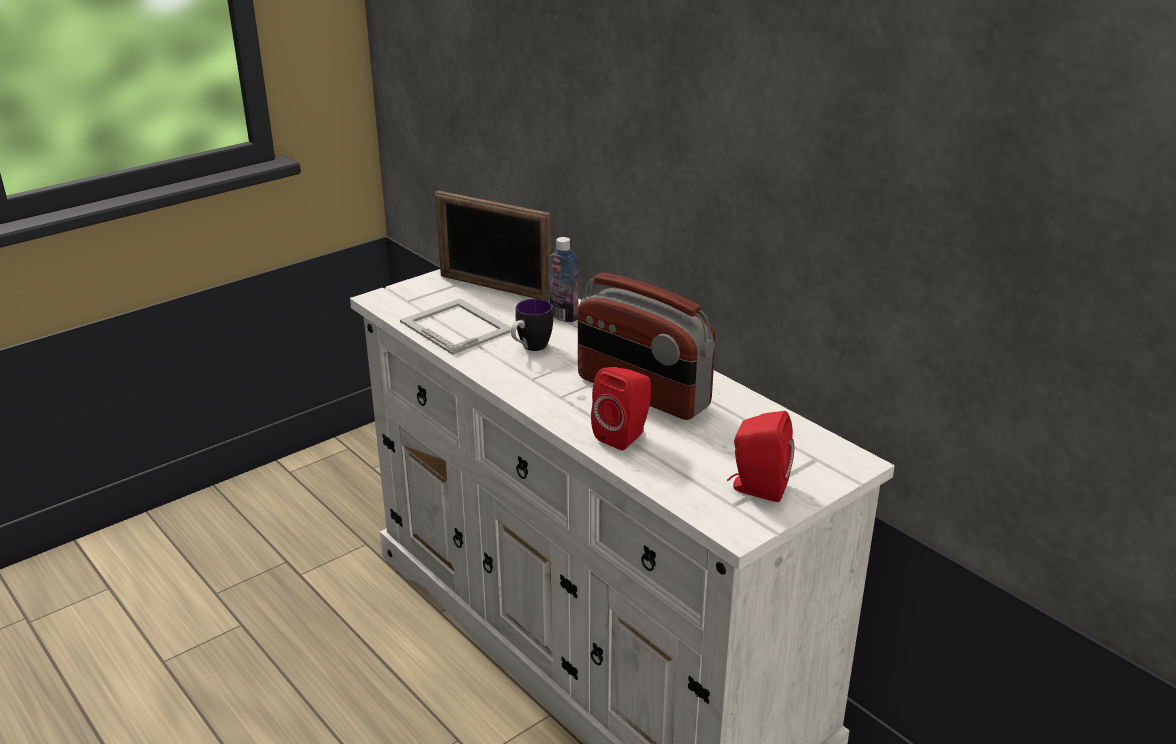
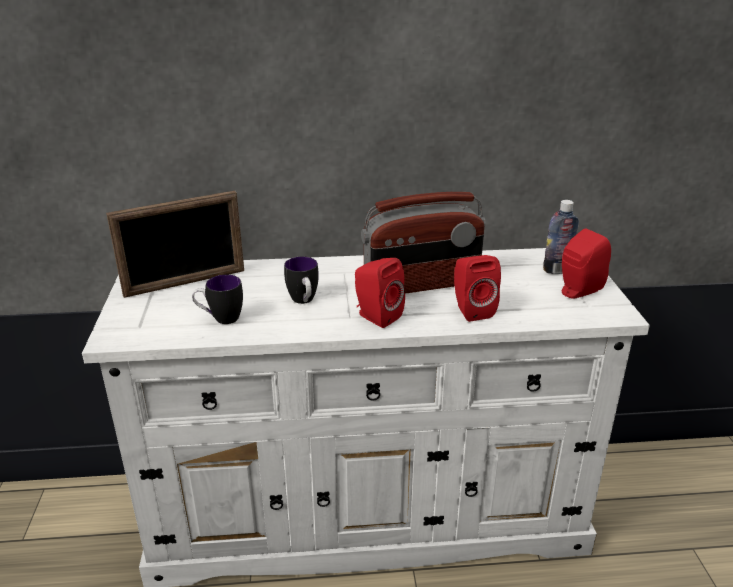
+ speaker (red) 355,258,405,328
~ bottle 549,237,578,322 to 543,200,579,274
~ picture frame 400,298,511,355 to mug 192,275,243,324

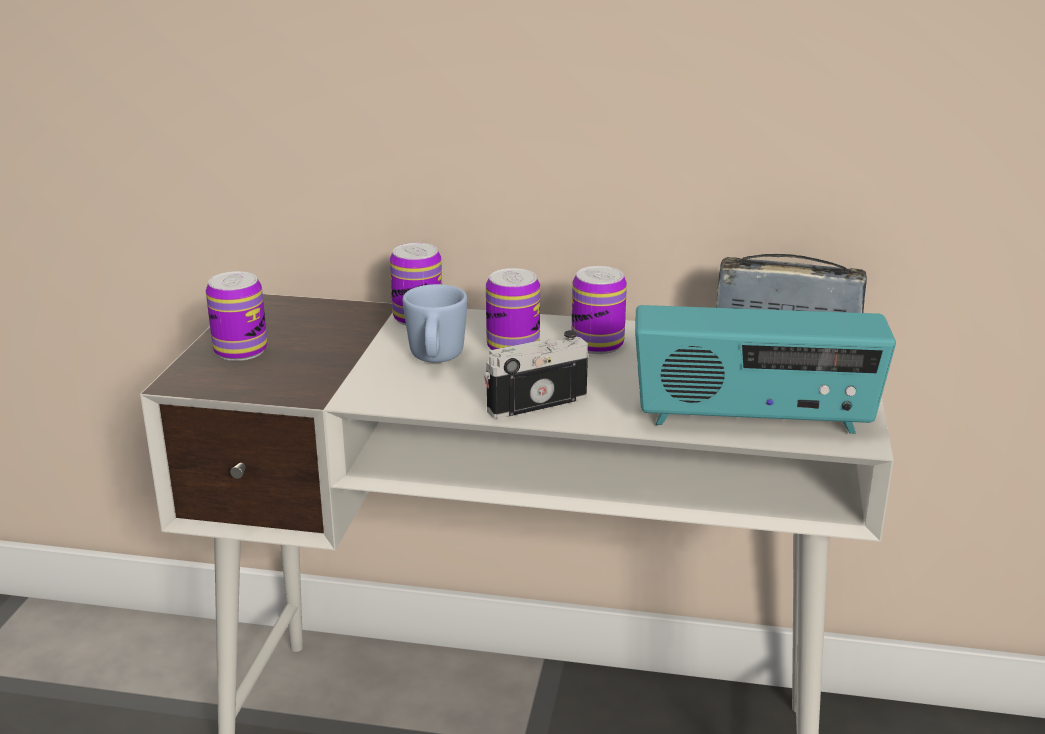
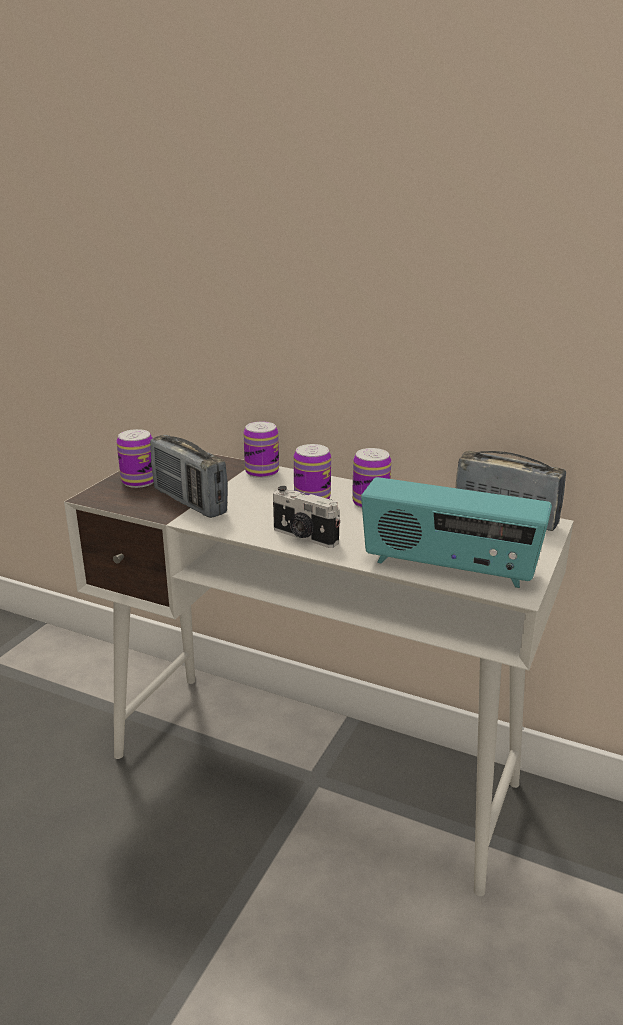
- mug (blue) 403,284,468,363
+ radio 150,435,228,518
~ photo camera 484,330,589,419 = 273,486,340,548 135 degrees counterclockwise

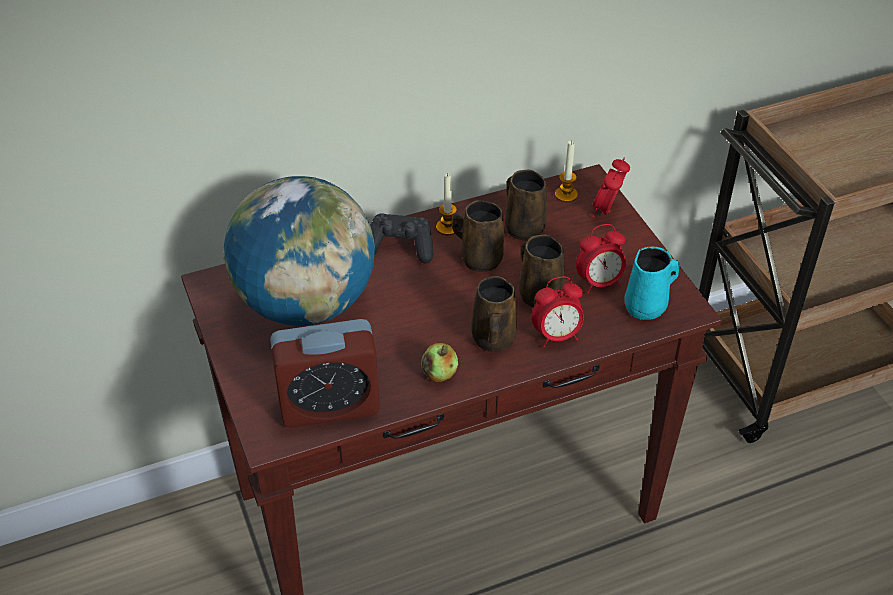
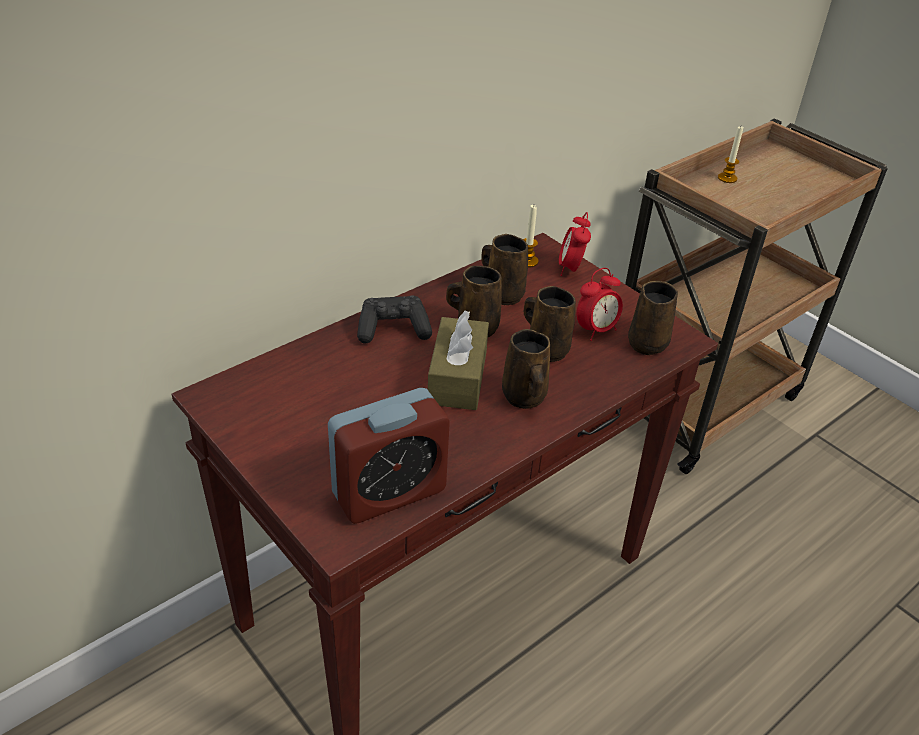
- globe 223,176,375,326
- apple 421,343,458,382
- alarm clock 531,276,584,347
+ tissue box (brown) 428,310,489,410
~ candle 436,173,457,235 to 718,126,744,183
~ mug (turquoise) 624,246,680,320 to mug (brown) 628,281,678,355

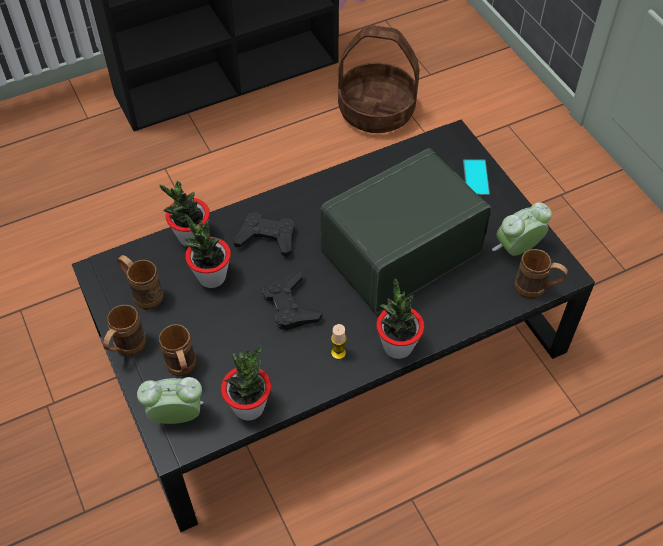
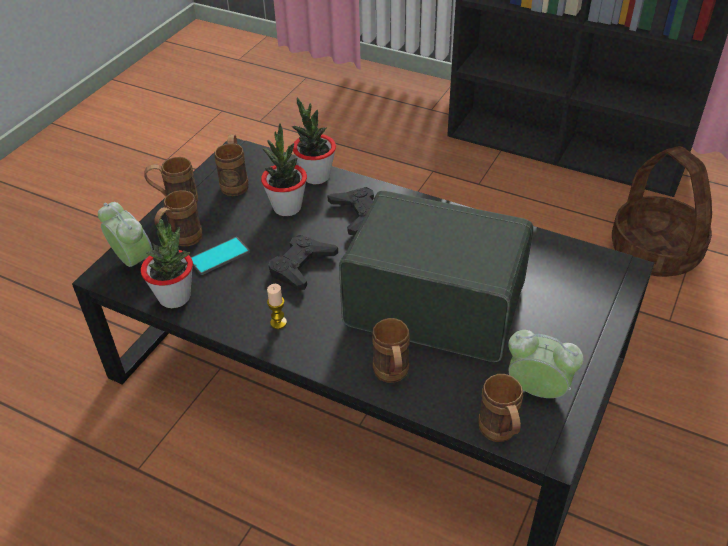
- potted plant 376,278,424,359
+ mug (brown) 372,318,410,383
~ phone 463,159,490,196 to 191,237,250,275

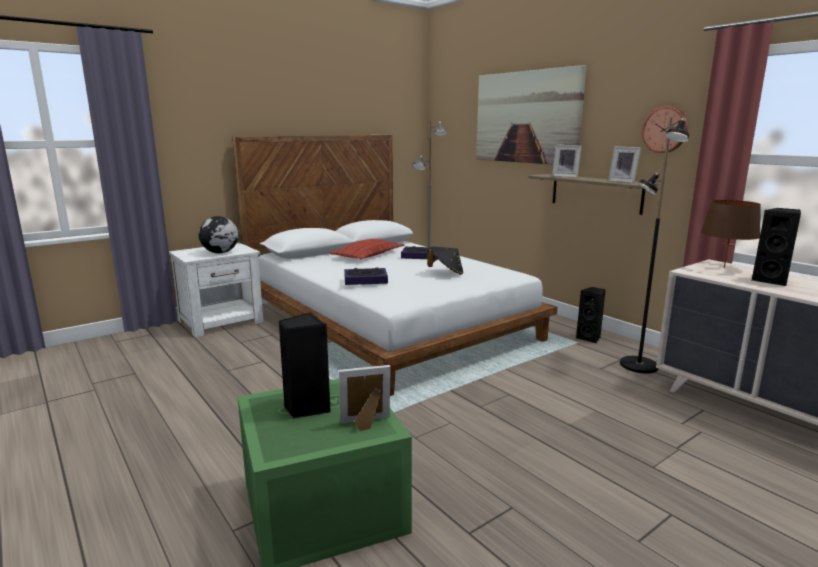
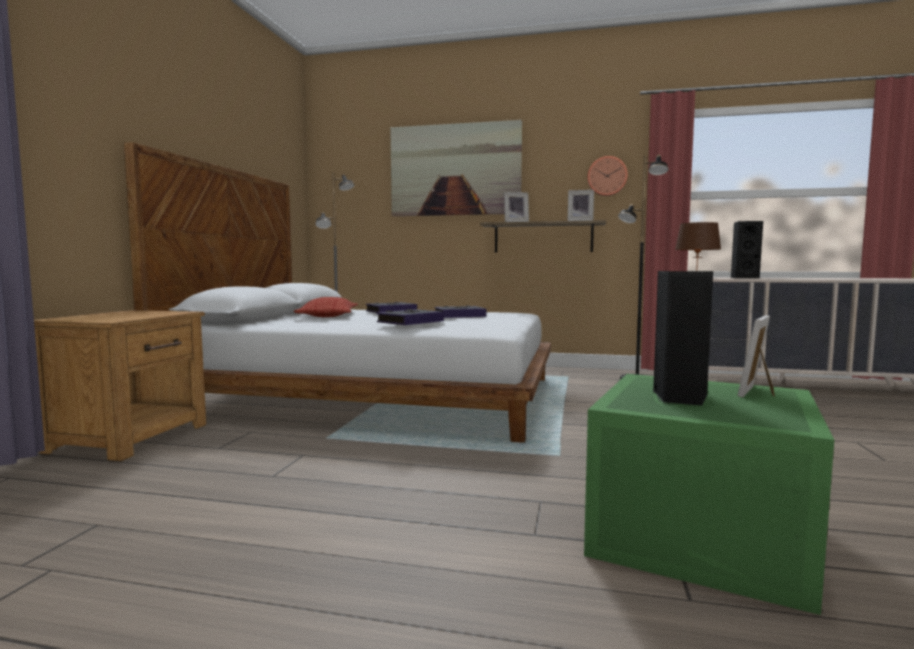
- globe 199,216,238,253
- speaker (black) 576,287,606,343
~ hat (black) 427,247,463,275 to book 434,306,487,318
~ nightstand (white) 169,242,264,338 to nightstand (brown) 34,310,206,461

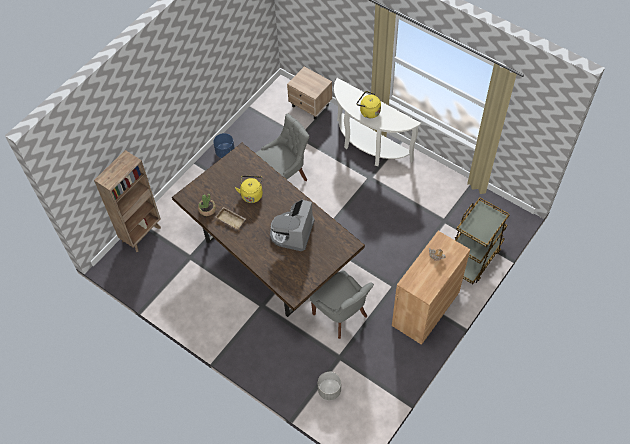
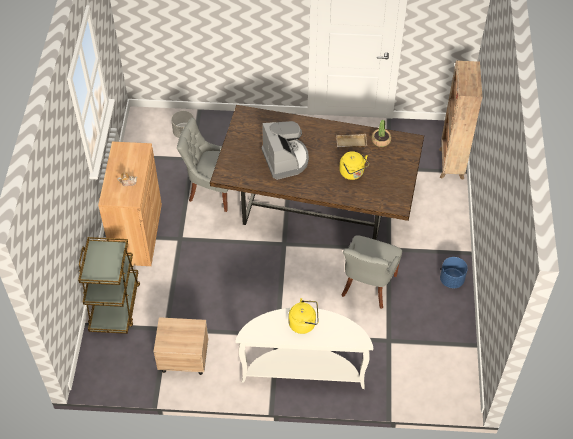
~ nightstand (beige) 287,66,332,120 to 153,317,208,375

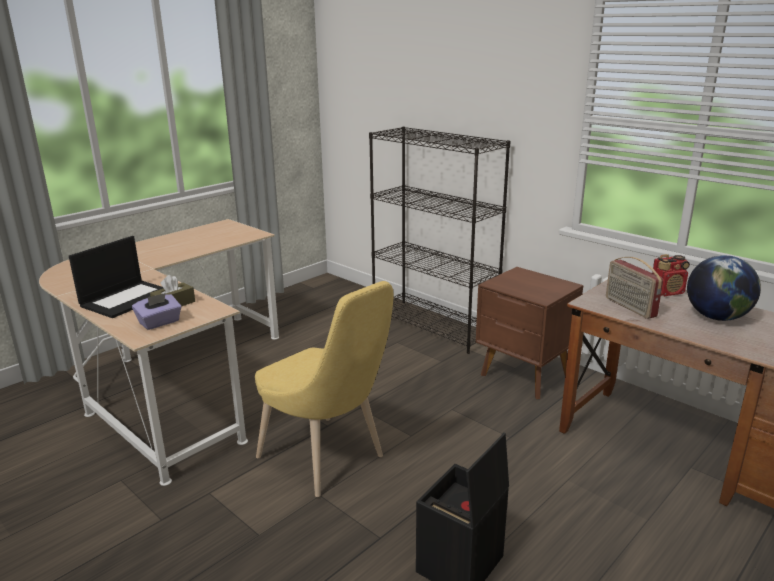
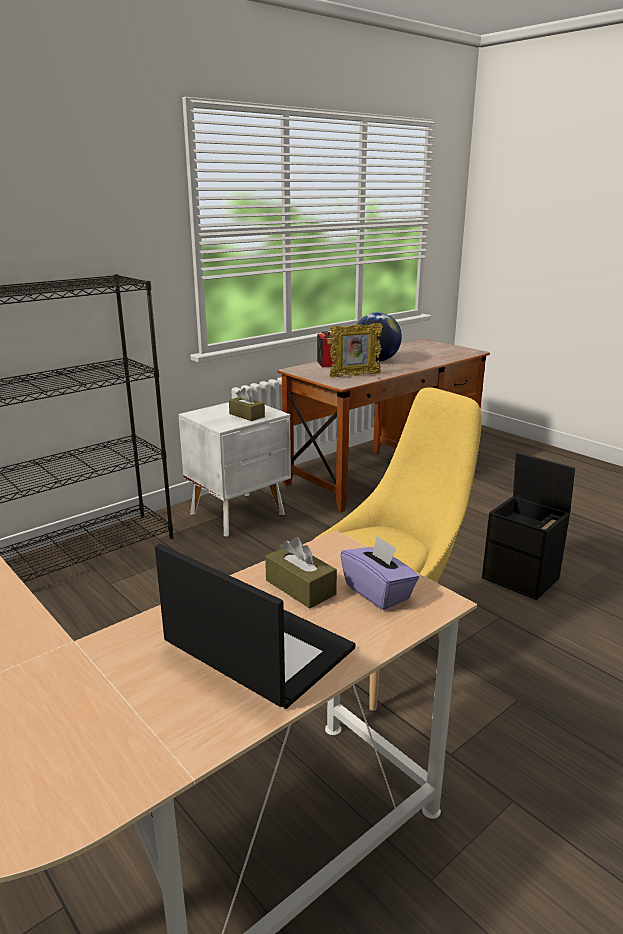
+ tissue box (brown) 229,388,265,421
~ radio 606,257,663,319 to picture frame 329,323,383,378
~ nightstand (brown) 476,267,583,399 to nightstand (white) 179,402,291,536

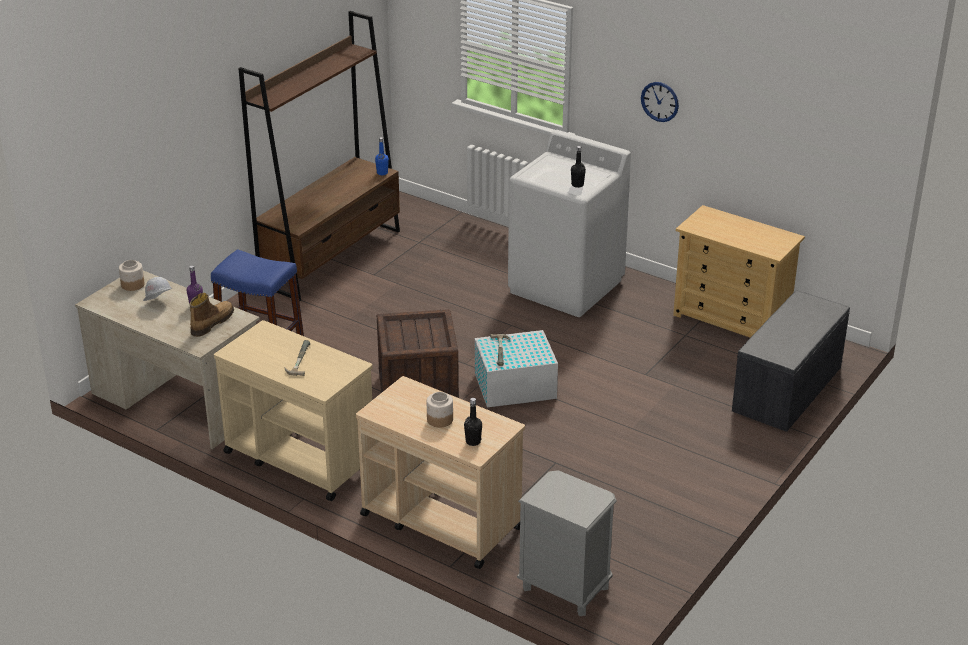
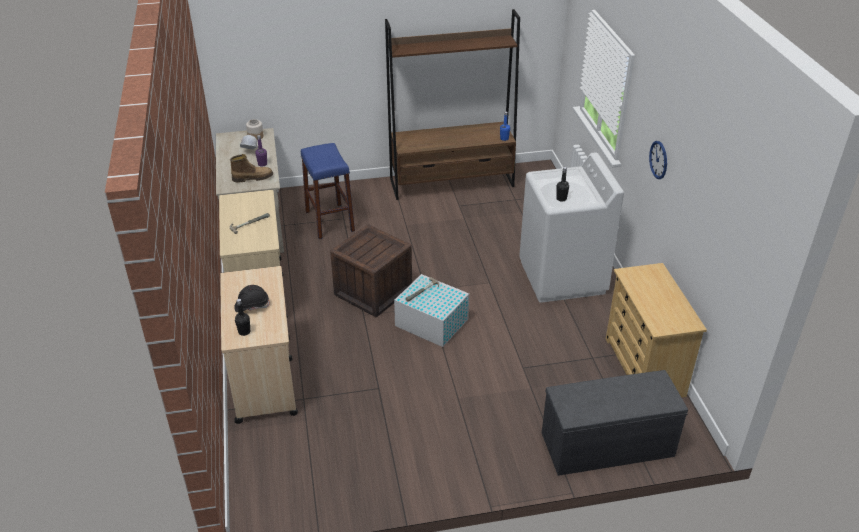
- nightstand (grey) 517,470,617,616
~ jar 427,392,453,428 to hard hat (black) 234,285,270,312

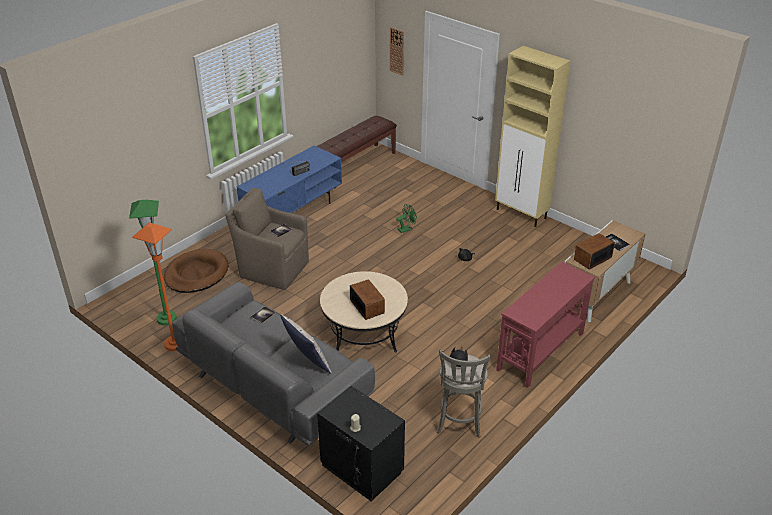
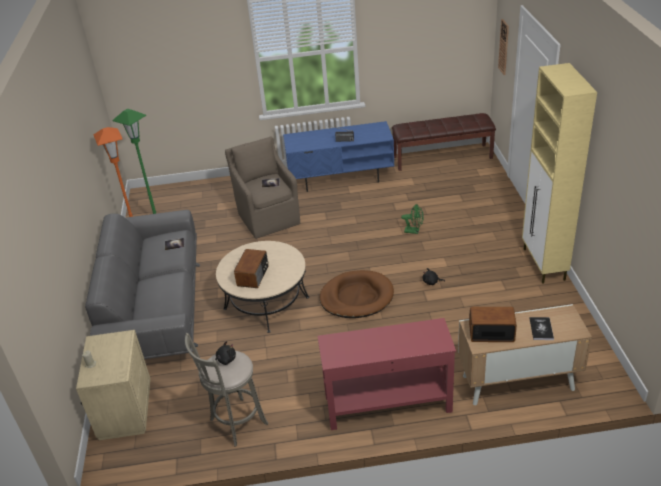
- pillow 280,314,332,374
~ dog bed (brown) 164,249,228,293 to 320,270,394,318
~ nightstand (black) 317,386,405,501 to nightstand (beige) 76,330,151,440

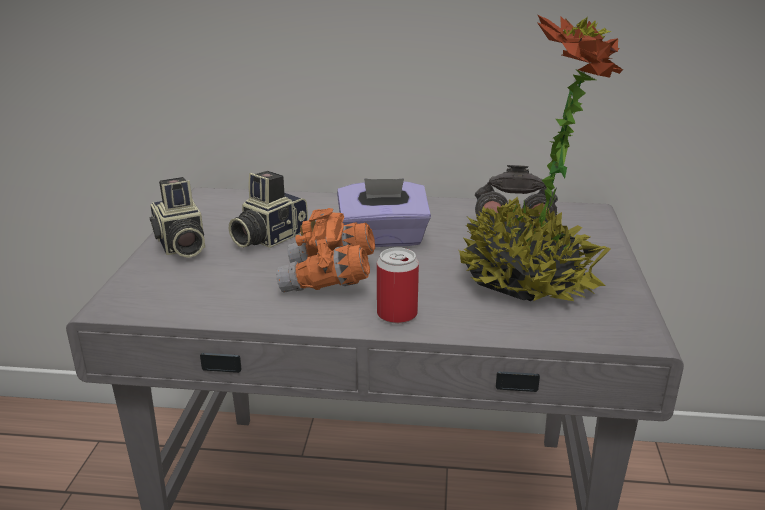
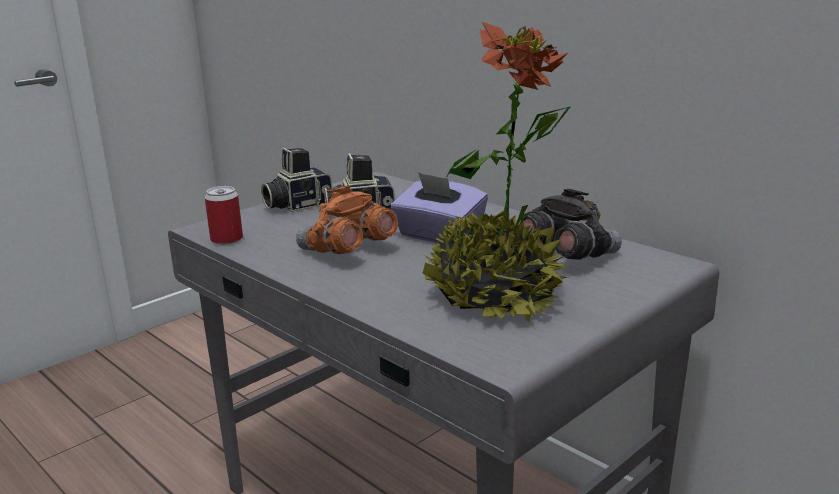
~ can 377,247,419,323 to 205,186,243,245
~ photo camera 149,177,205,258 = 261,148,333,212 45 degrees clockwise

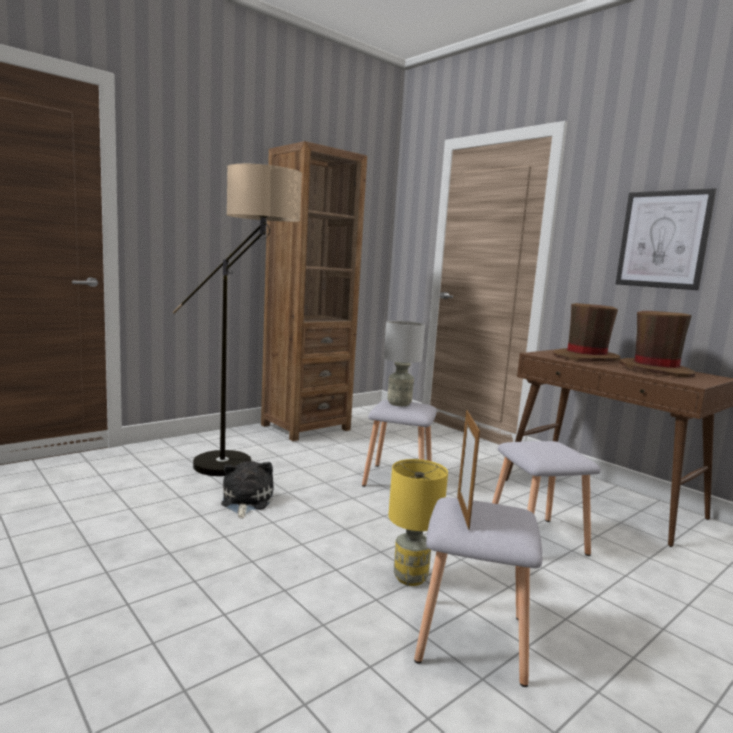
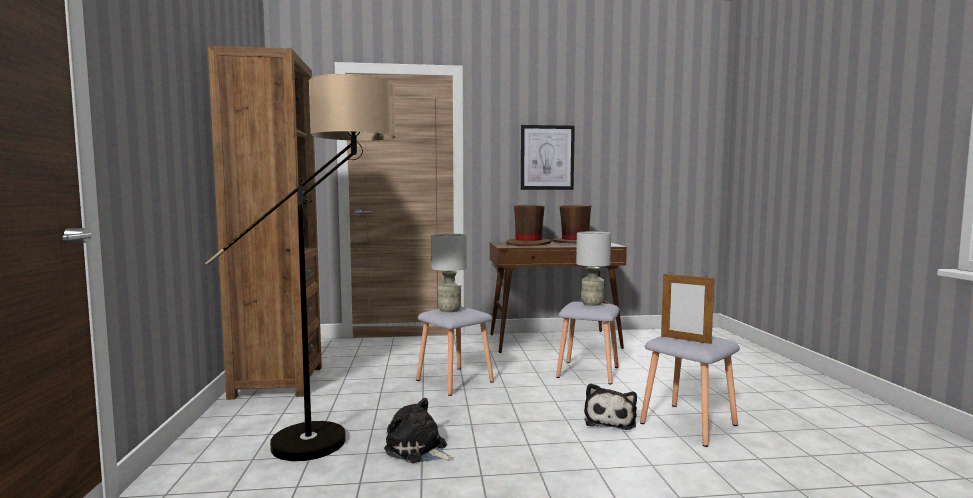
+ table lamp (grey) 576,232,611,306
~ table lamp (yellow) 388,459,448,586 to plush toy 584,383,637,430

